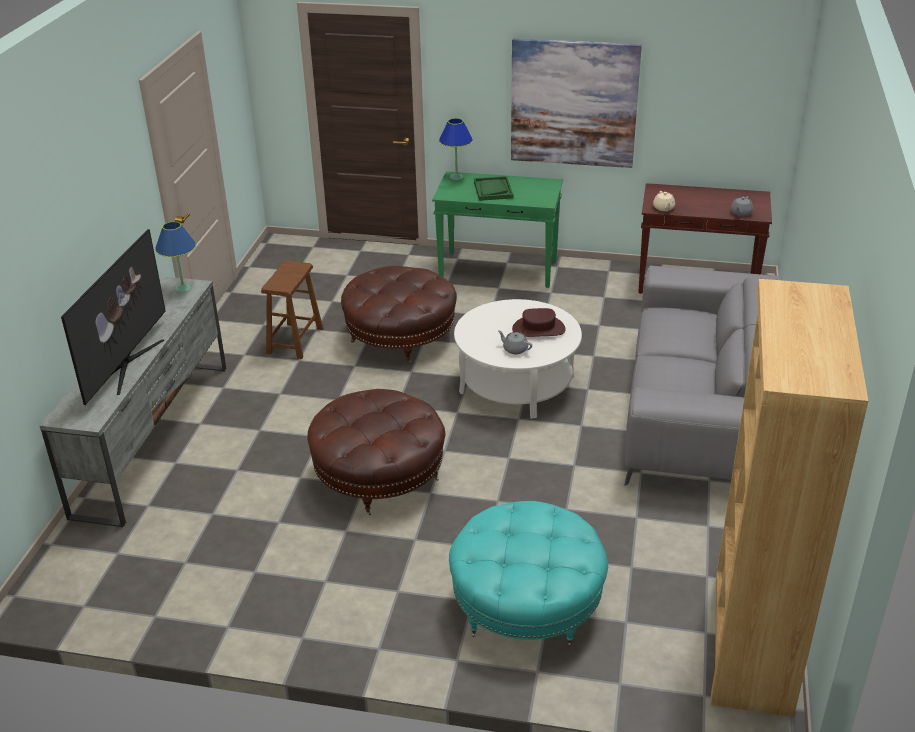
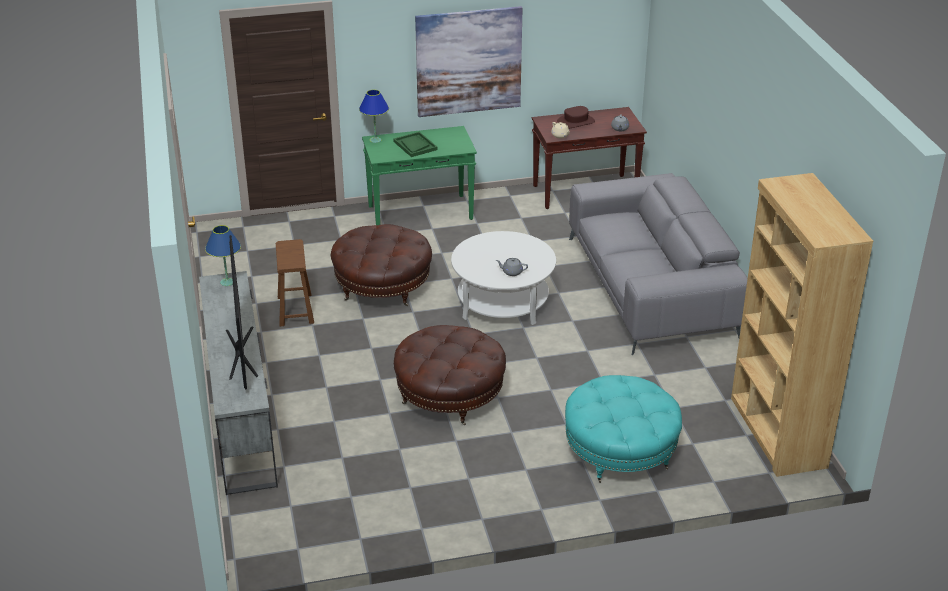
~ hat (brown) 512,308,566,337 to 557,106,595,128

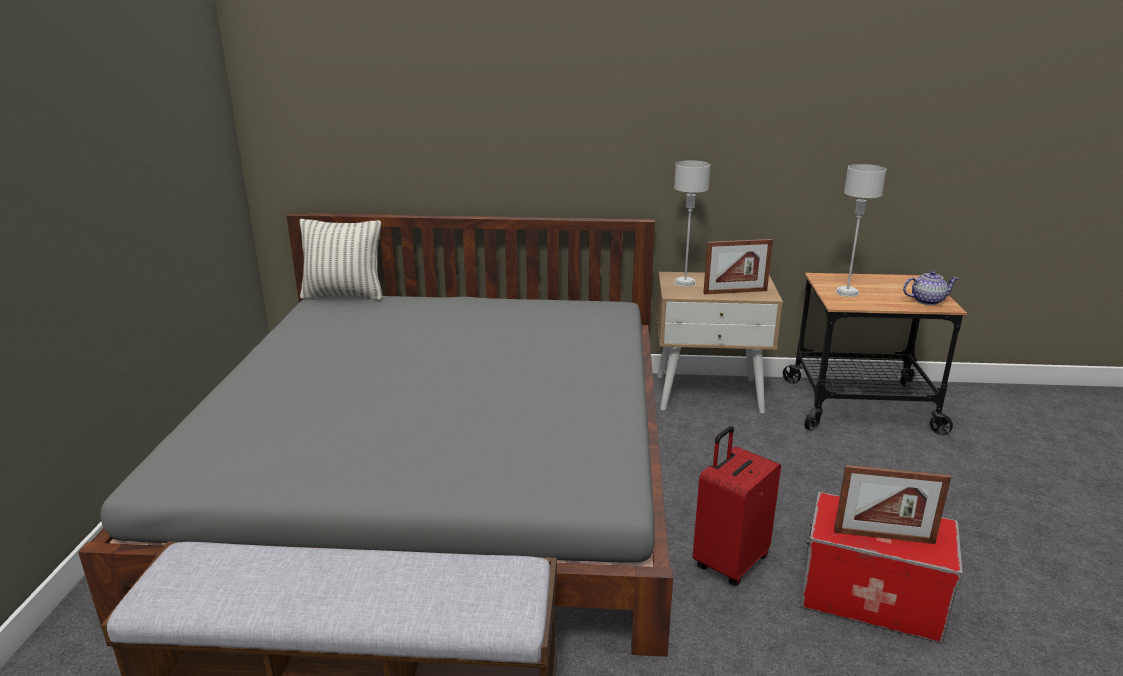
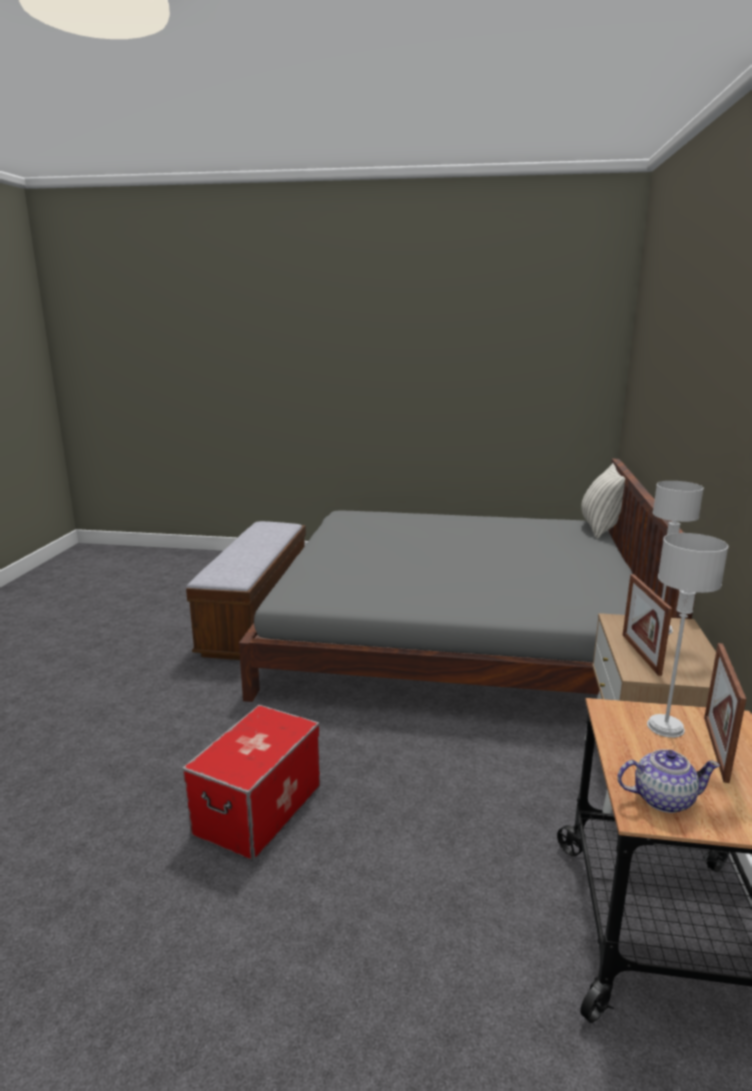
- suitcase (red) 693,426,781,586
~ picture frame 834,465,951,544 to 704,643,746,783
~ teapot 903,271,959,305 = 617,749,720,813 90 degrees counterclockwise

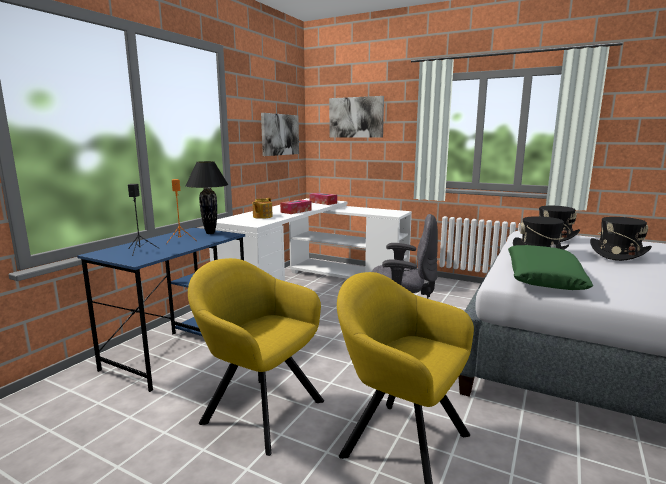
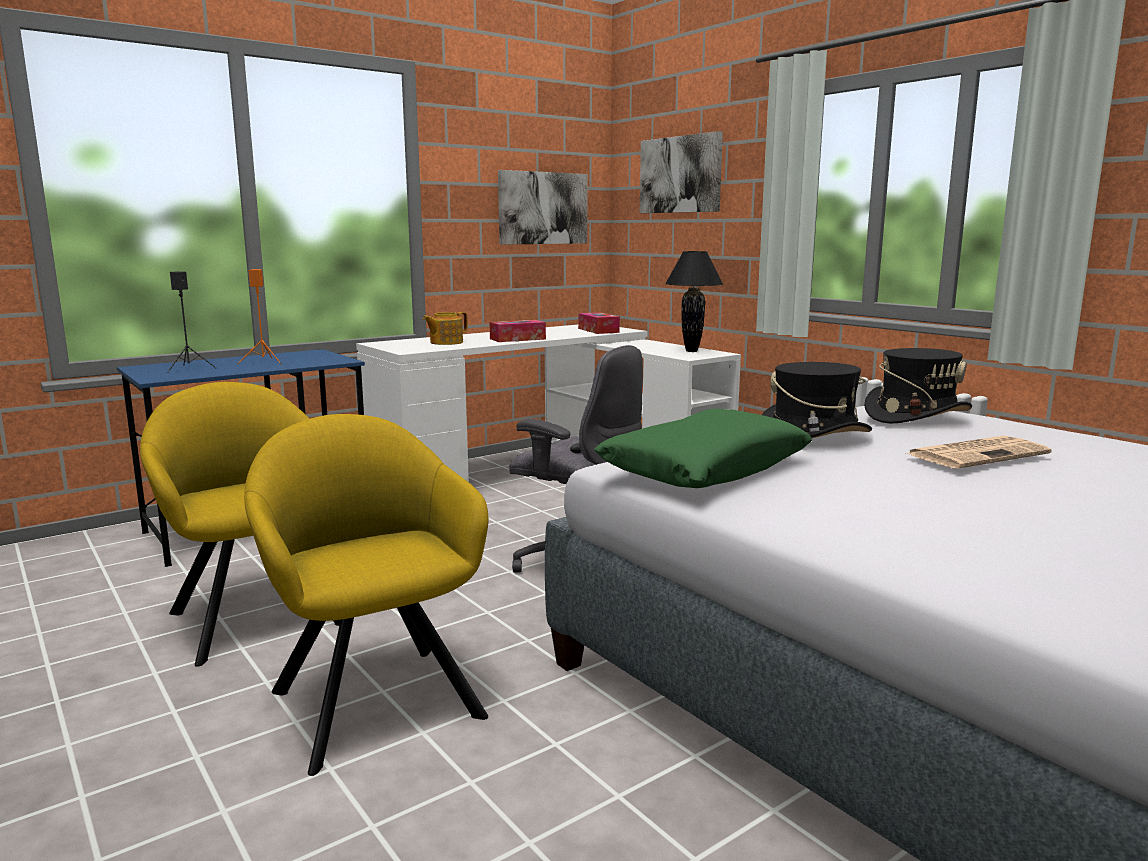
~ table lamp (black) 185,161,229,234 to 665,251,723,352
~ hat (black) 590,217,652,261 to newspaper 905,436,1052,469

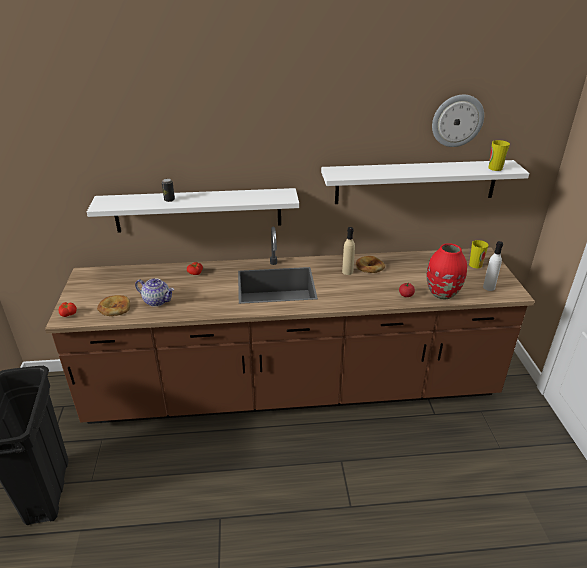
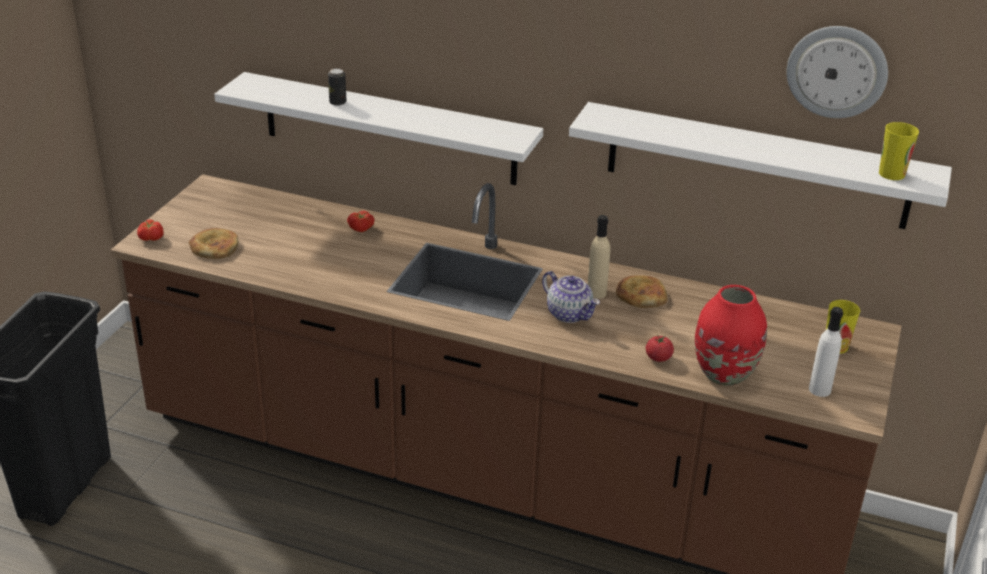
~ teapot 135,278,174,307 to 542,271,600,323

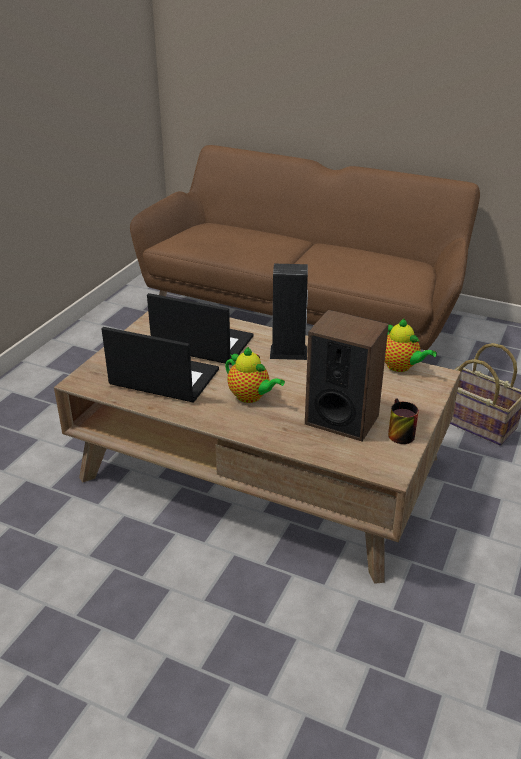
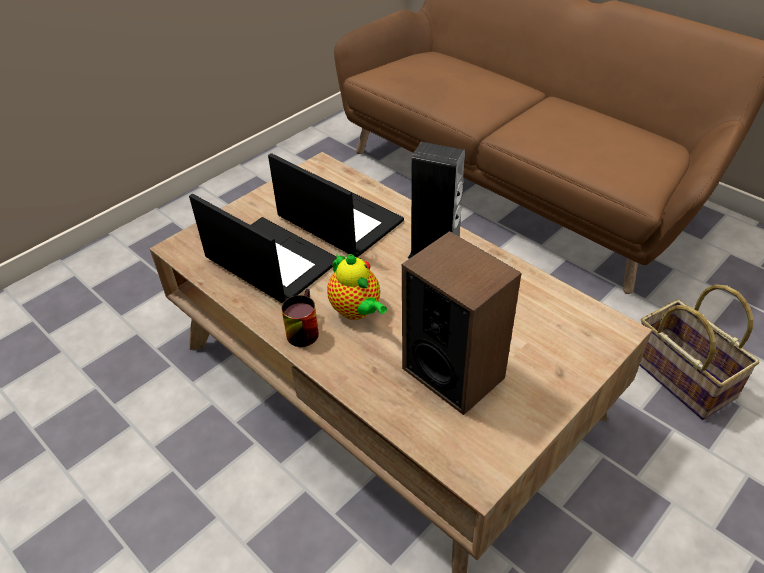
- teapot 385,319,437,372
~ mug 388,398,419,444 to 281,289,319,347

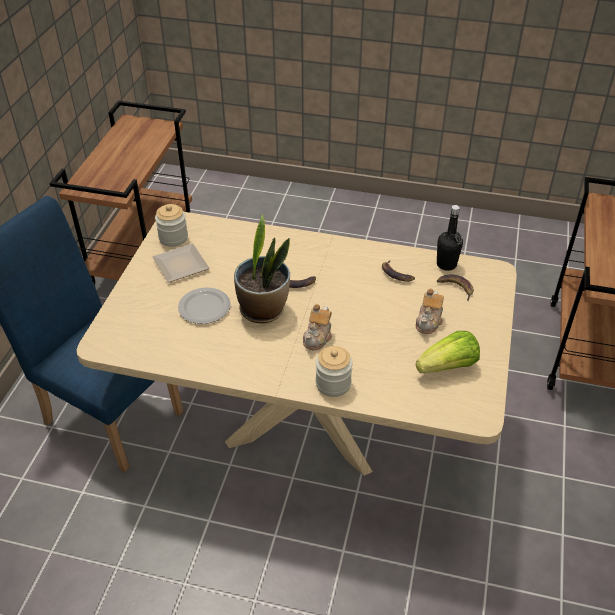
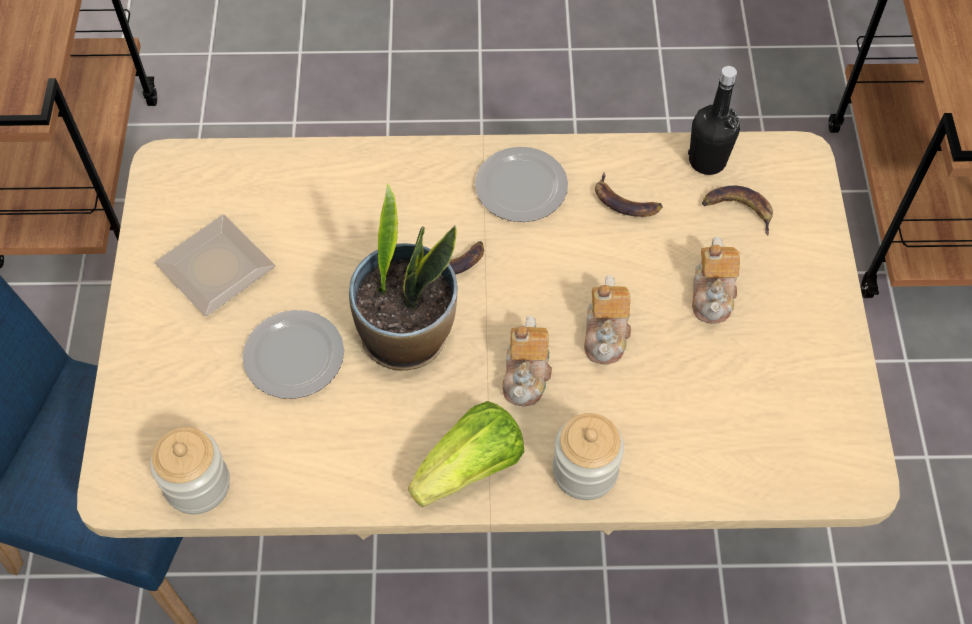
+ plate 475,147,568,222
+ teapot 584,276,631,364
~ jar 155,204,188,247 to 150,427,230,514
~ lettuce 416,331,480,373 to 408,401,524,507

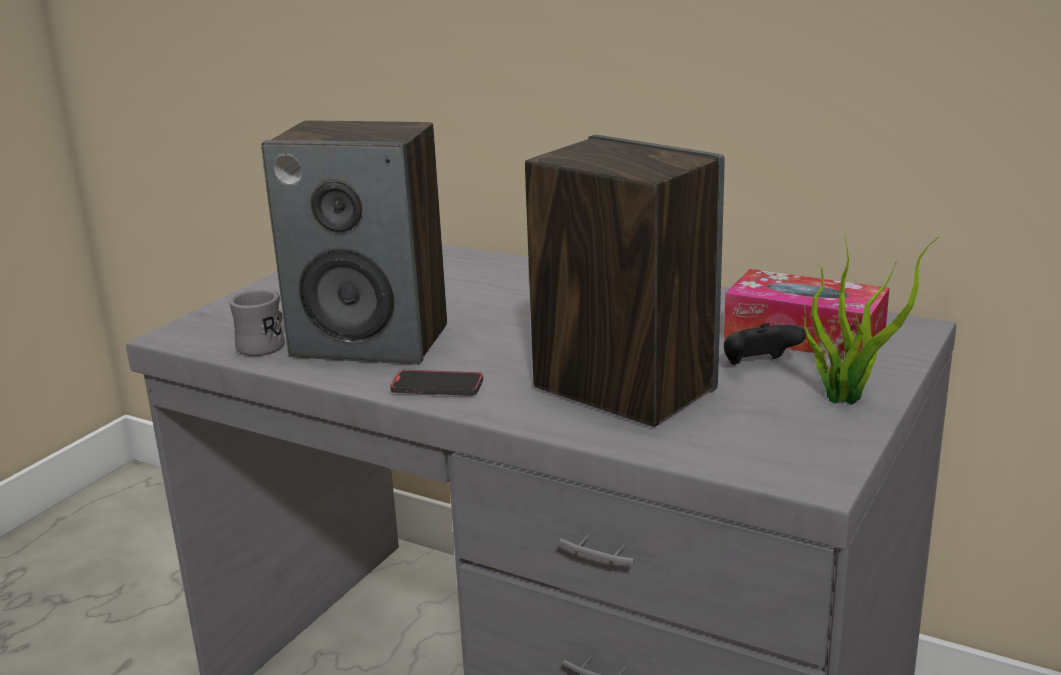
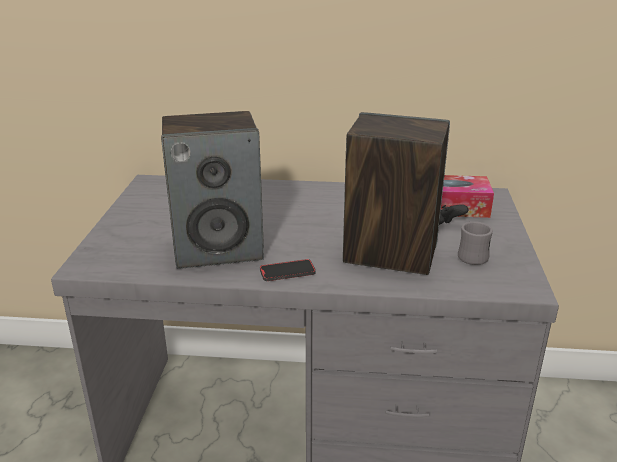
- potted plant 804,237,939,404
~ mug (grey) 229,290,285,356 to 458,221,493,265

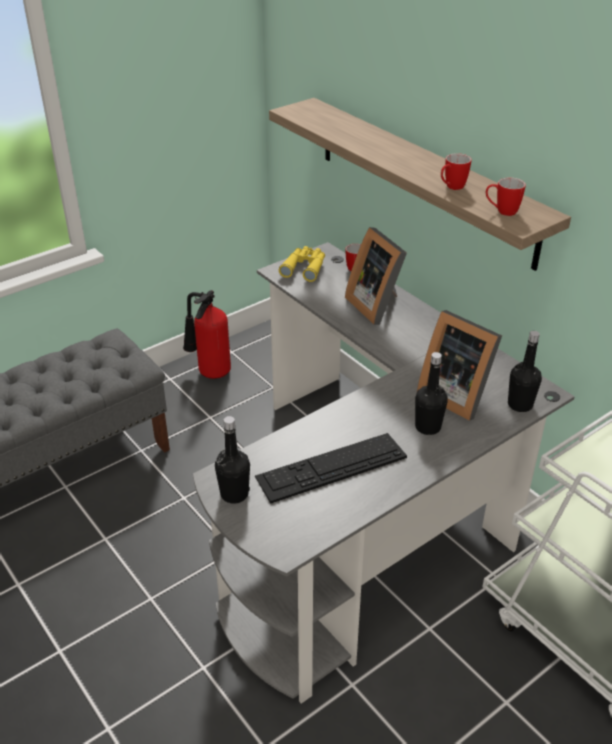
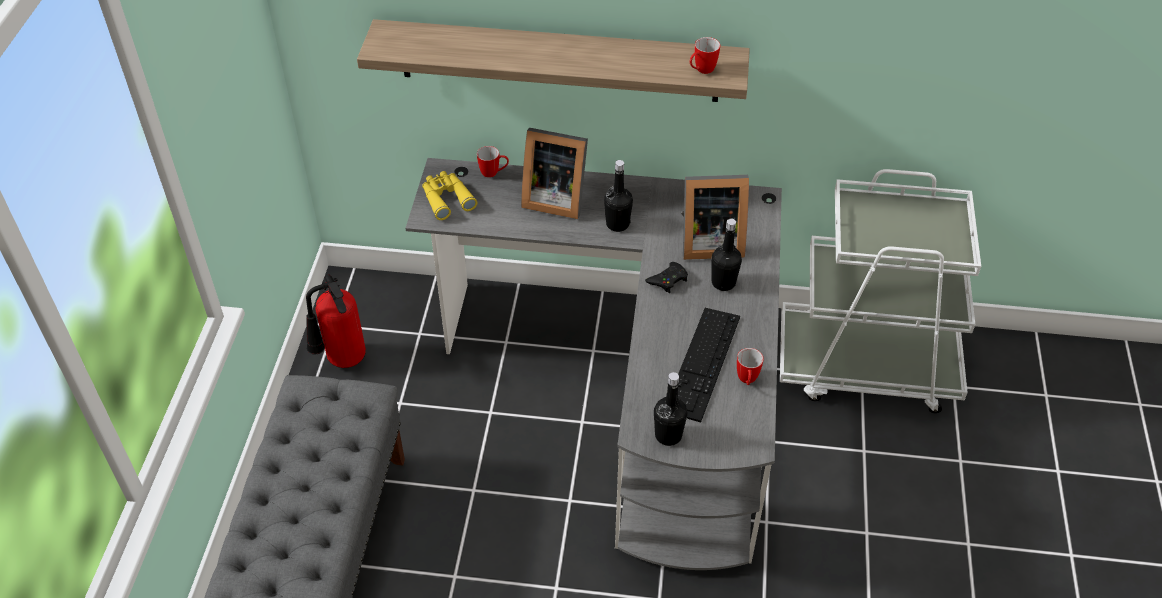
+ game controller (black) 645,262,688,293
~ mug 441,153,472,190 to 737,348,764,385
~ bottle (black) 508,331,542,412 to 604,160,633,232

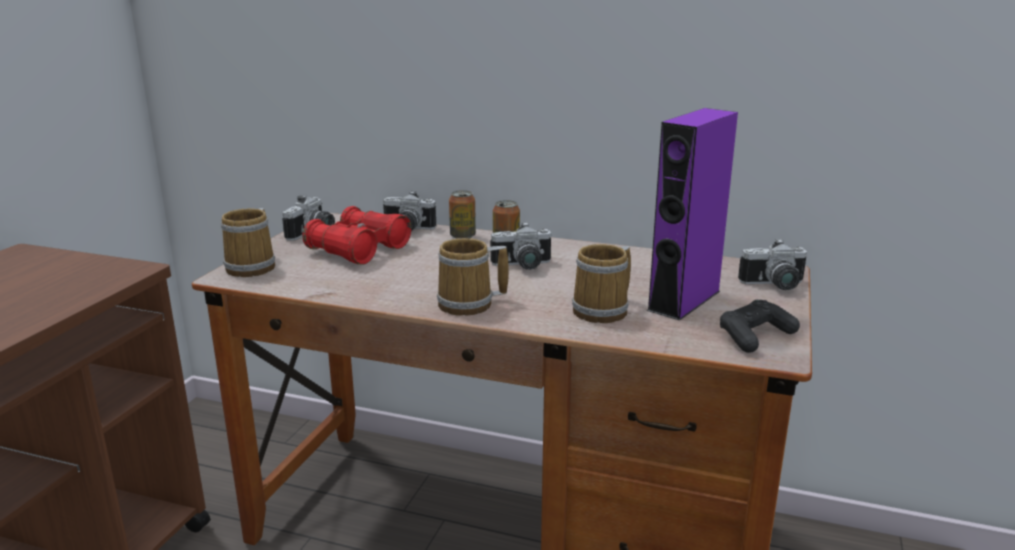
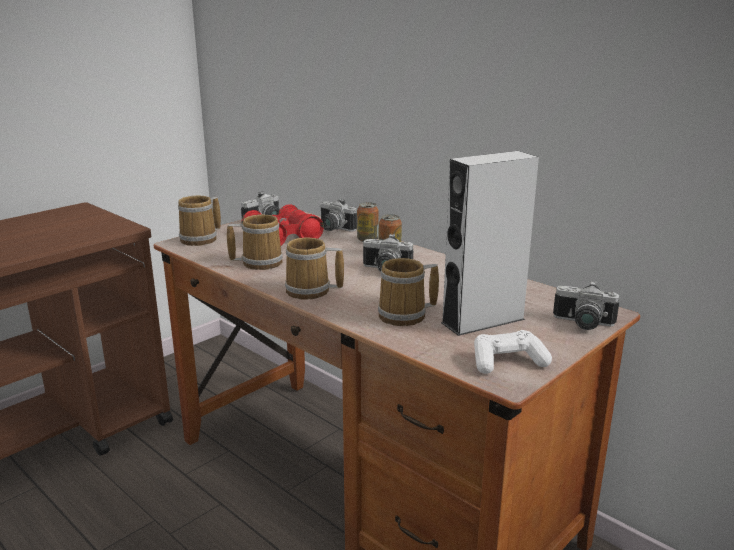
+ mug 227,214,283,270
~ speaker (purple) 647,108,738,321 to speaker (grey) 441,151,539,336
~ game controller (black) 720,300,800,353 to game controller (white) 474,330,552,374

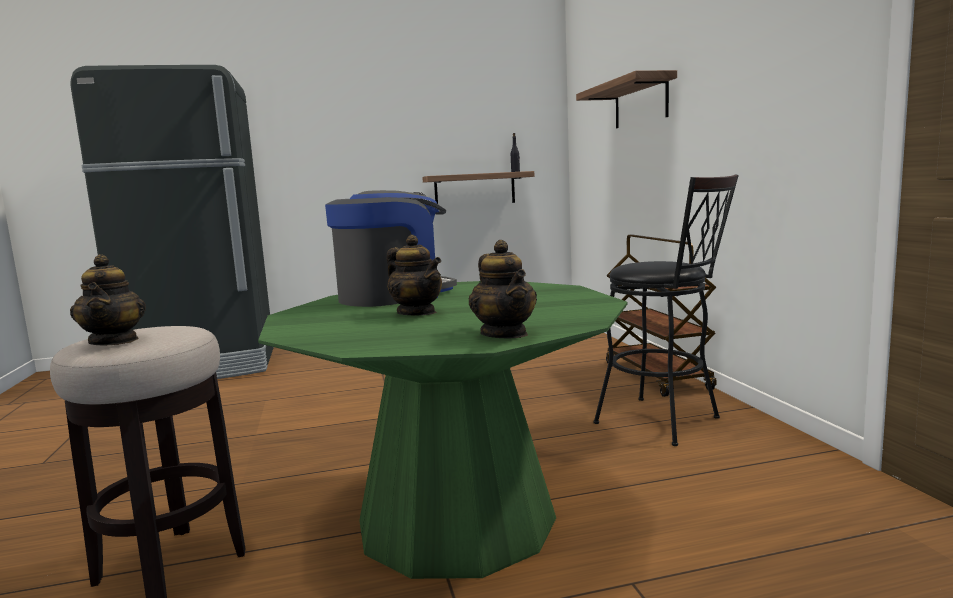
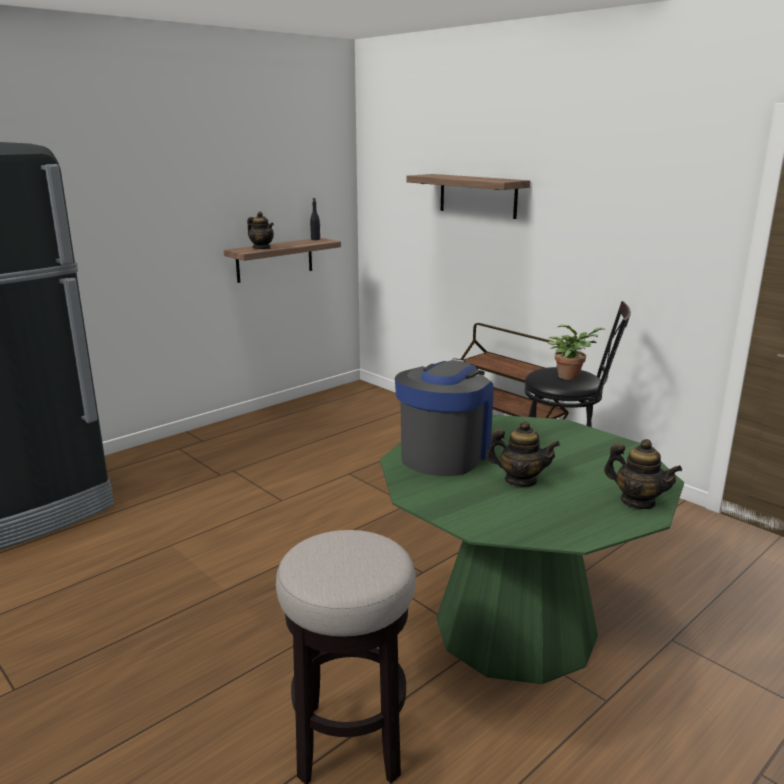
+ potted plant 548,324,605,380
~ teapot 70,254,146,346 to 247,212,274,249

